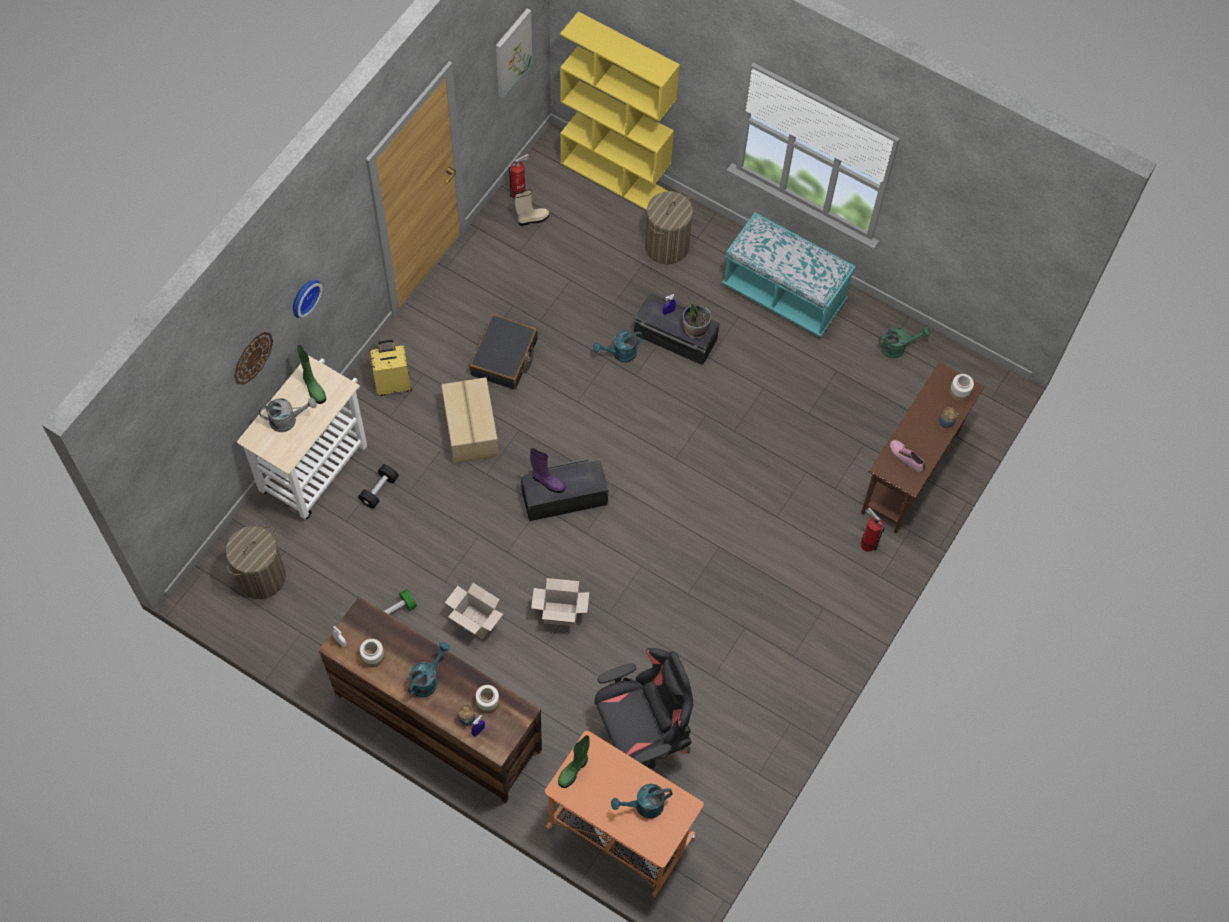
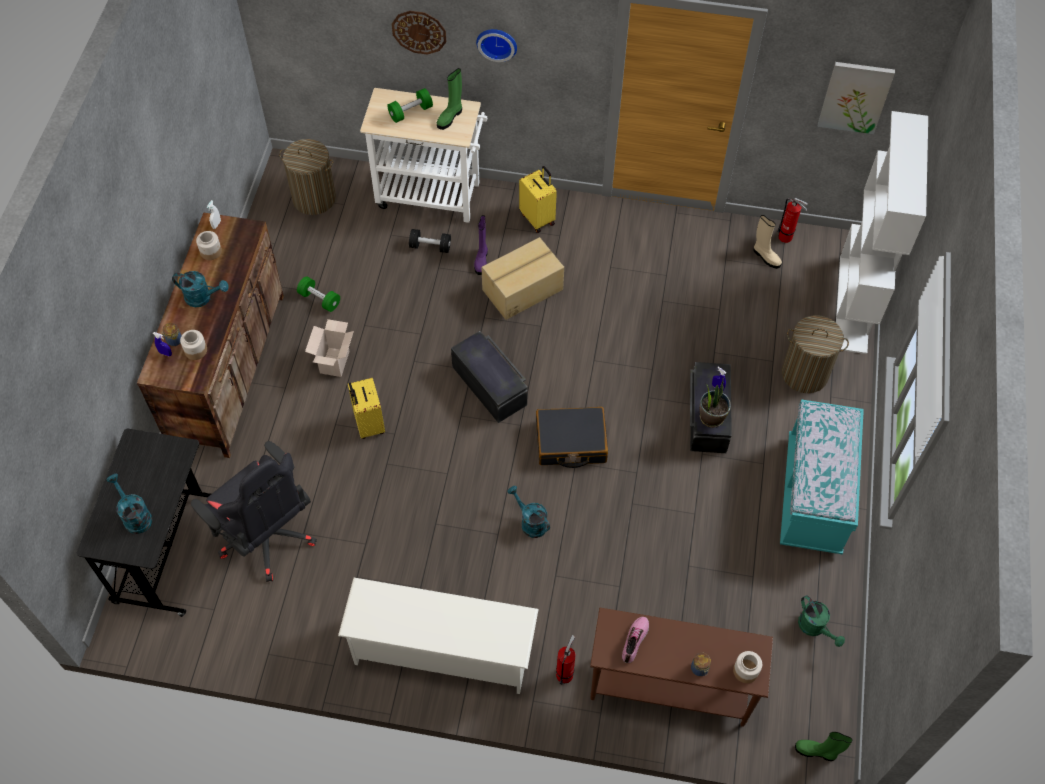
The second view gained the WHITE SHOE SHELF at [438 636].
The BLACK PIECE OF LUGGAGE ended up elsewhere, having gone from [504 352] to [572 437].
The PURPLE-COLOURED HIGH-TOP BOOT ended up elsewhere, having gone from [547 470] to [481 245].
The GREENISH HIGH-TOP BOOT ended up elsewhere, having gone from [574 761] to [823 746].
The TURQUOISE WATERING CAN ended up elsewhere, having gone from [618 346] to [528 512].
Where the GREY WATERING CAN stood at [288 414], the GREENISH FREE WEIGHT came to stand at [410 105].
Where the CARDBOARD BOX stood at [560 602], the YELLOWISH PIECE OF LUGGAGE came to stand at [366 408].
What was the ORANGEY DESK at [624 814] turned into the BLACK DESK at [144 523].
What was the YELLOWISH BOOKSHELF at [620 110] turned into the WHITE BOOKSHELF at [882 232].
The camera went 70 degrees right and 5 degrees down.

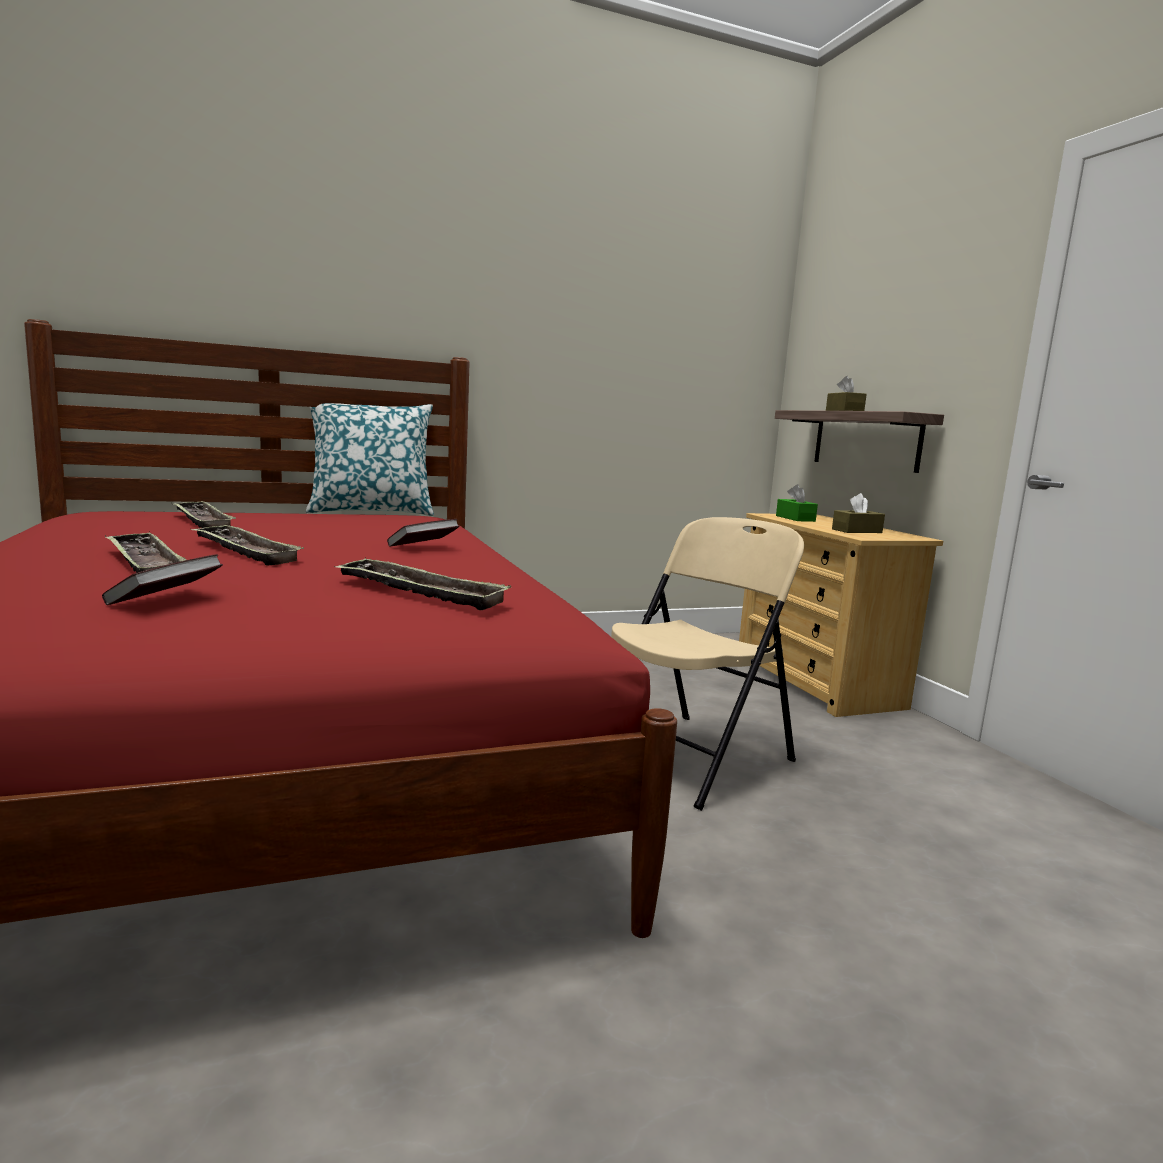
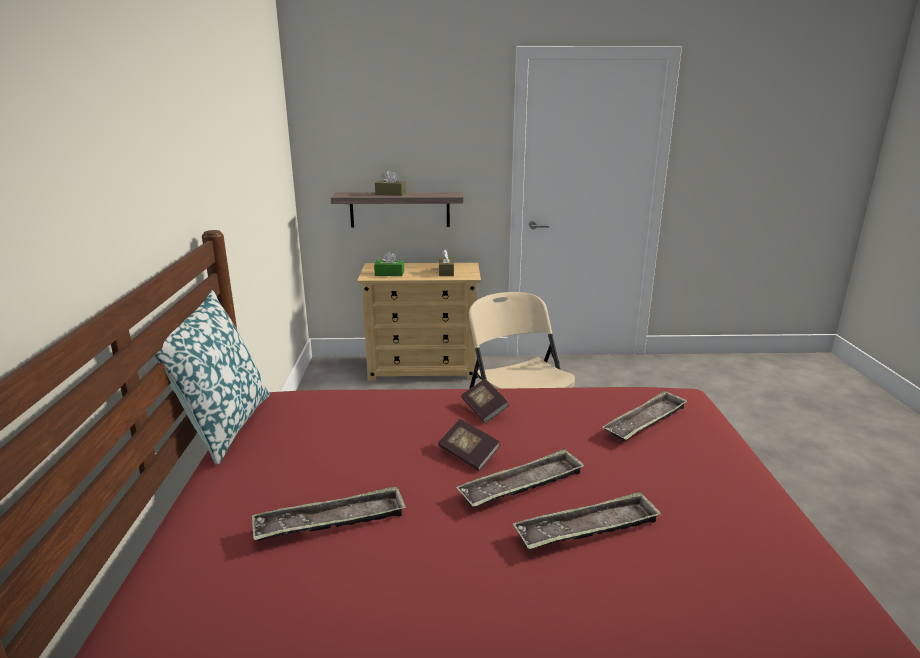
The VOLUME ended up elsewhere, having gone from [162 579] to [469 445].
The camera went 70 degrees left and 10 degrees up.

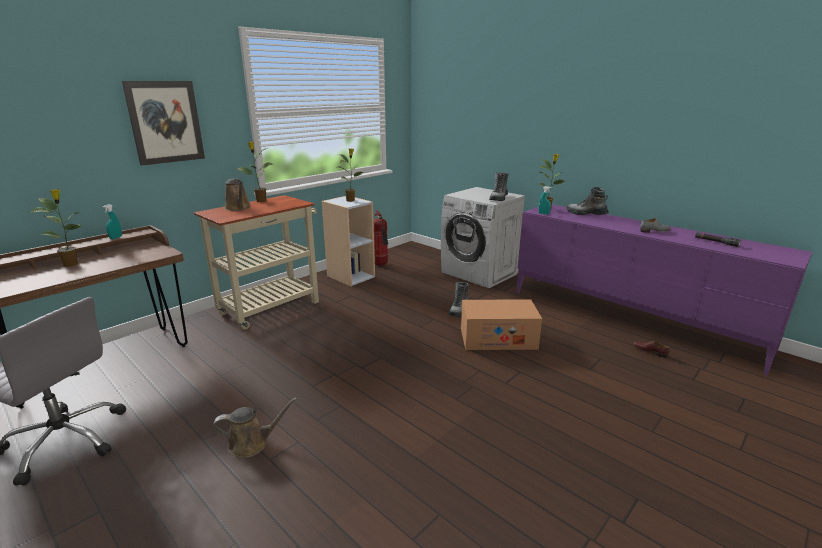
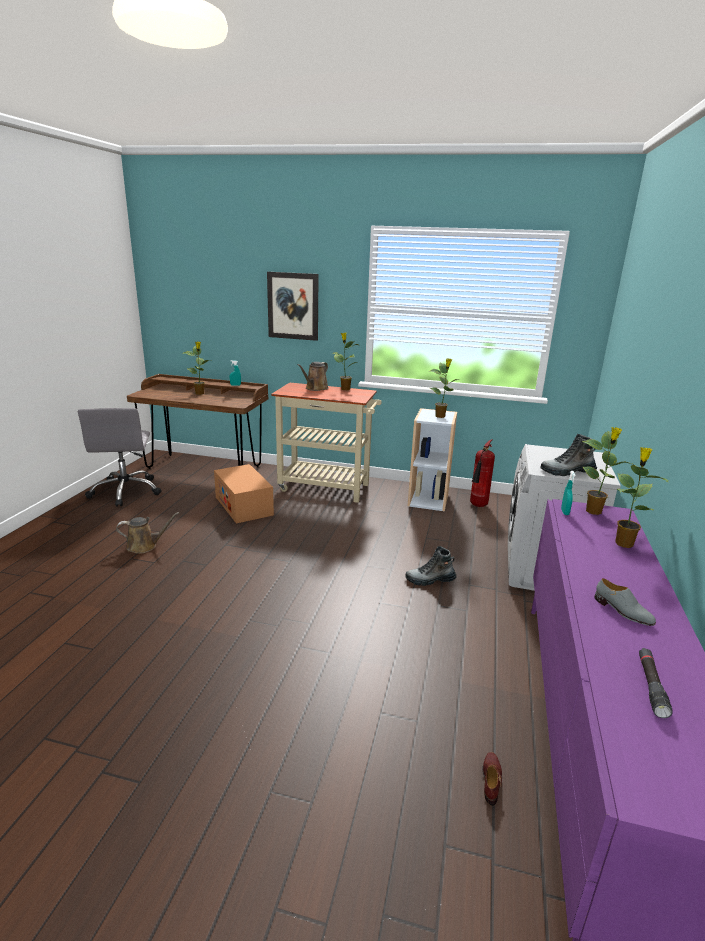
The CARDBOARD BOX ended up elsewhere, having gone from [501 324] to [244 494].
Where the HIGH-TOP BOOT stood at [587 201], the HOUSEPLANT came to stand at [642 497].
The BROWN-COLOURED WATERING CAN at [255 428] ended up facing another way, 60 degrees counterclockwise from before.
The camera went 60 degrees right and 0 degrees up.

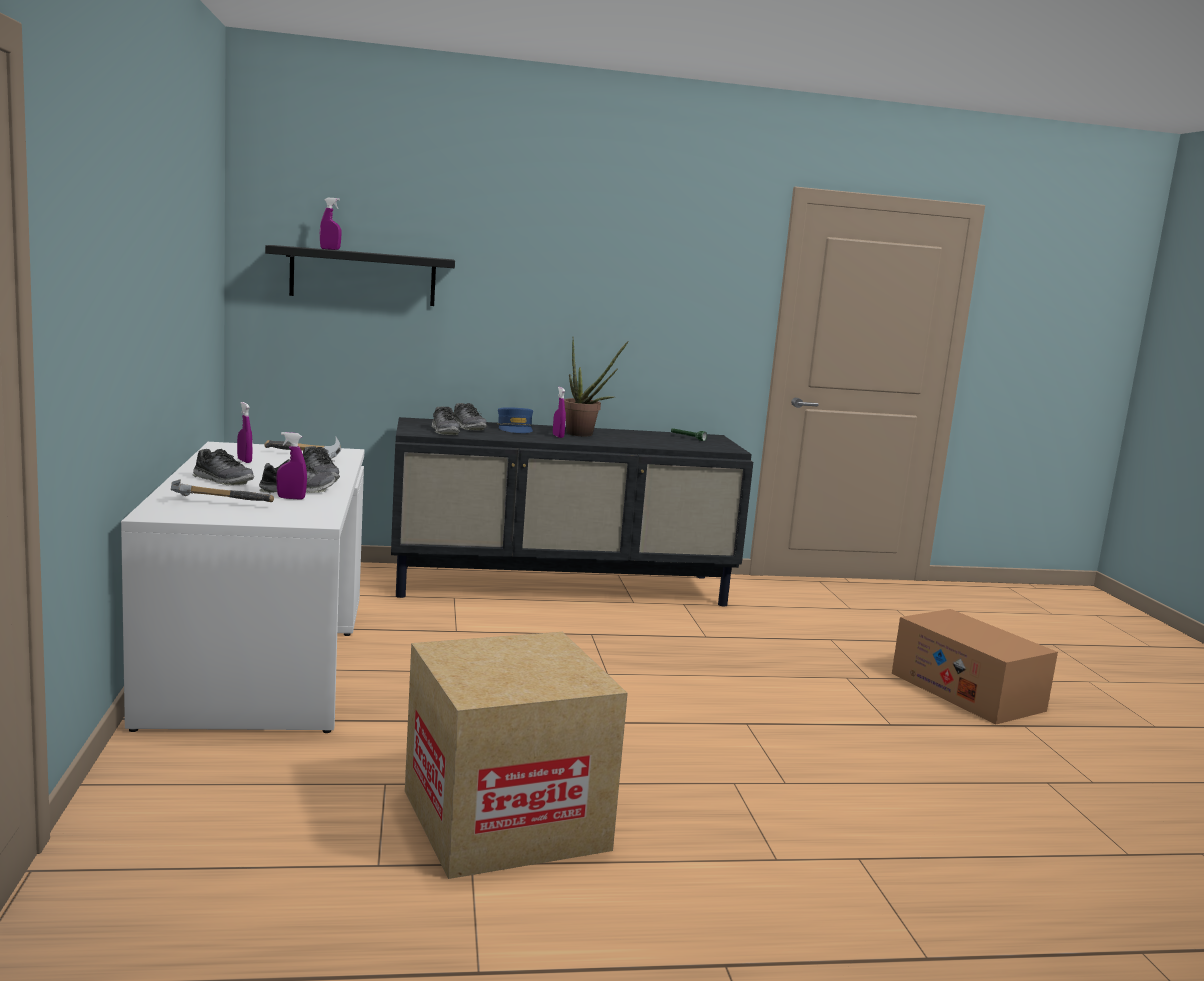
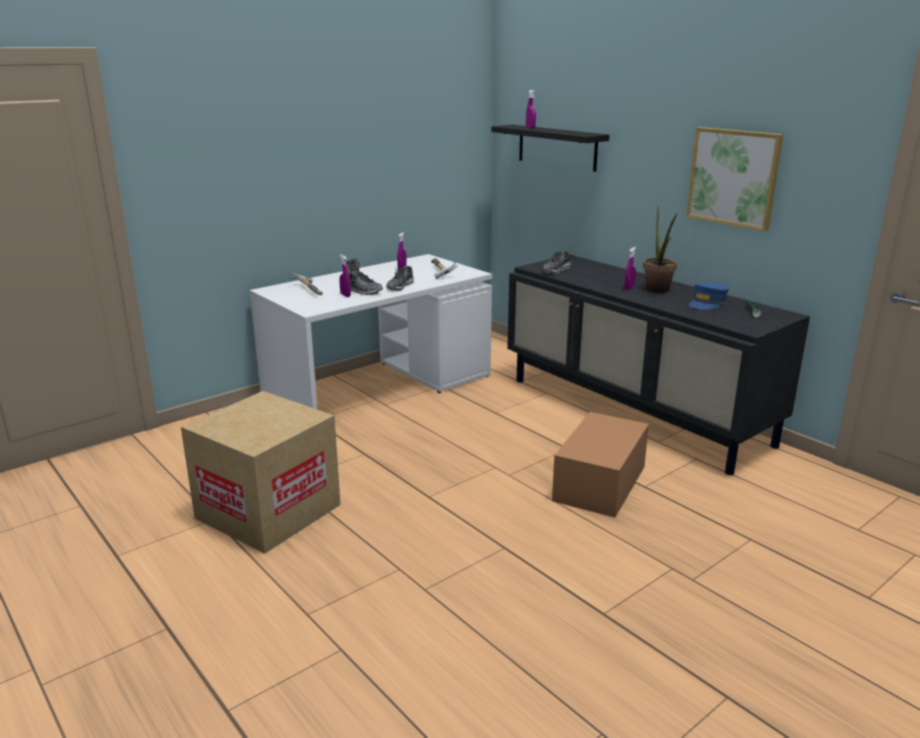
The second view lost the SHOE at [470 417].
The second view gained the PICTURE at [734 179].
The BLUE PEAKED CAP ended up elsewhere, having gone from [515 420] to [709 296].
The CARDBOARD BOX ended up elsewhere, having gone from [975 667] to [600 465].
The camera went 60 degrees right and 10 degrees up.

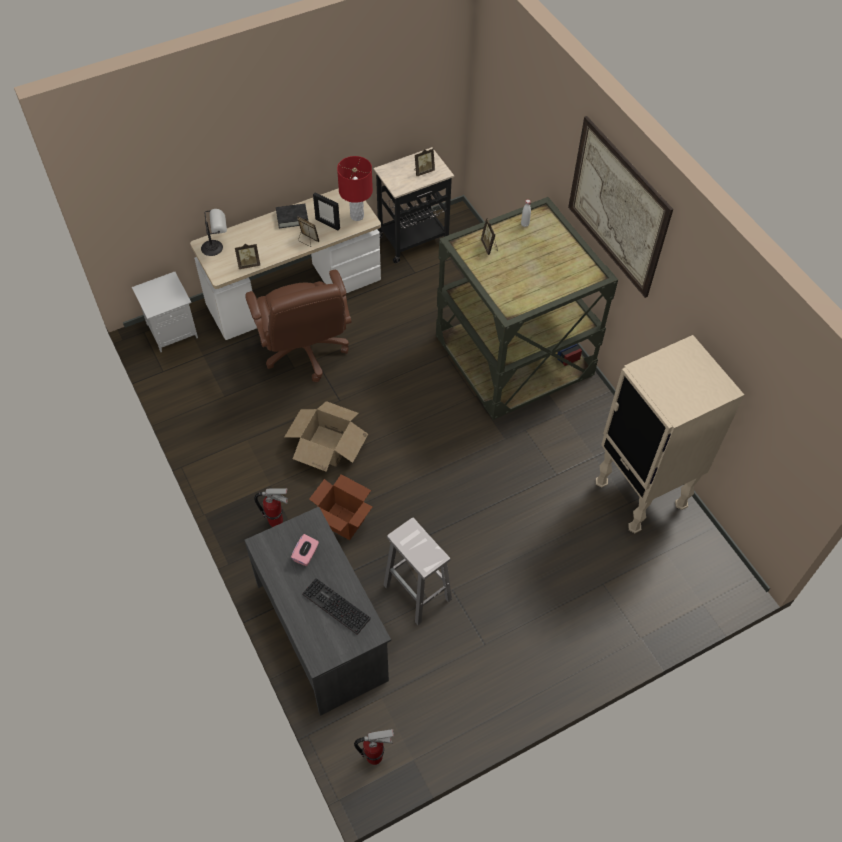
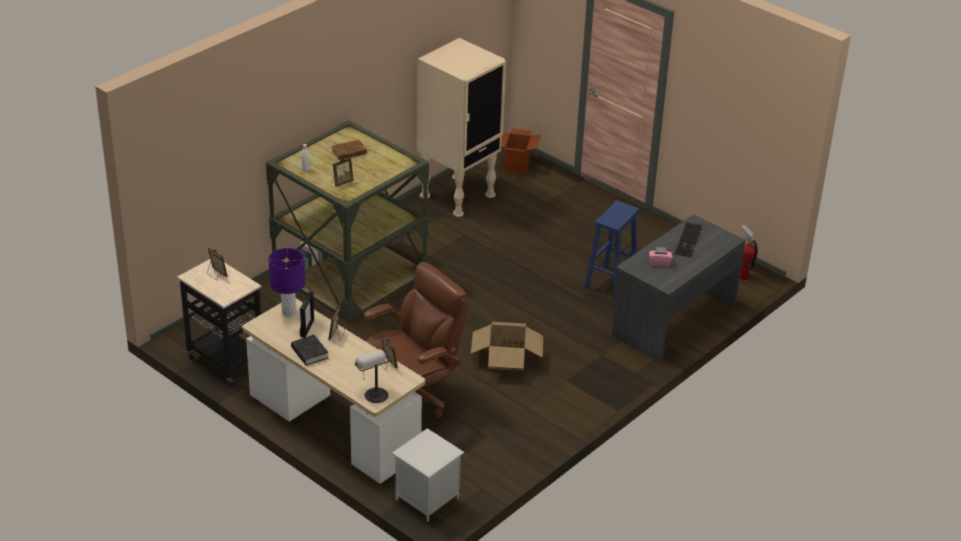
The second view lost the FIRE-FIGHTING CYLINDER at [271 507].
The second view lost the PICTURE at [620 207].
The second view gained the BROWN-COLOURED VOLUME at [351 150].
The CARDBOARD BOX ended up elsewhere, having gone from [341 507] to [521 151].
What was the RED-COLOURED TABLE LAMP at [355 188] turned into the PURPLE-COLOURED TABLE LAMP at [286 282].
What was the WHITE STOOL SEAT at [418 571] turned into the BLUE STOOL SEAT at [611 249].
The camera went 110 degrees left and 20 degrees down.

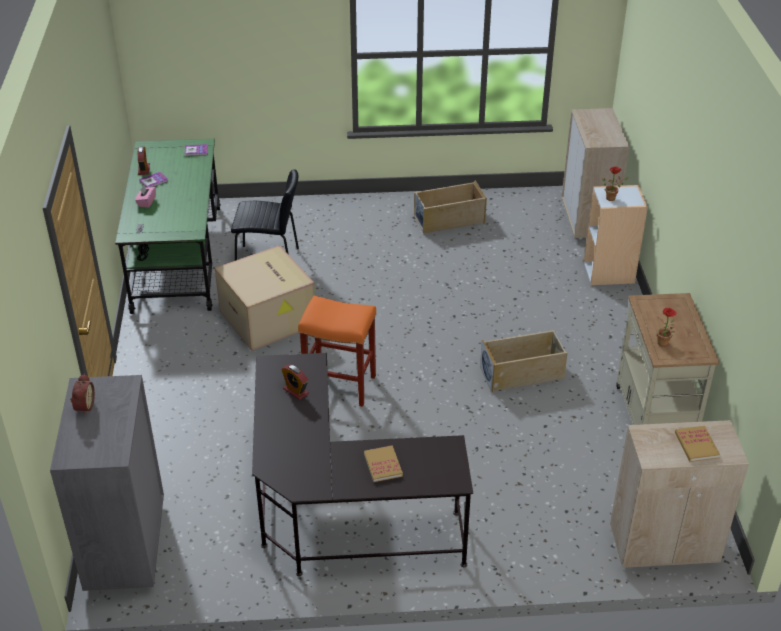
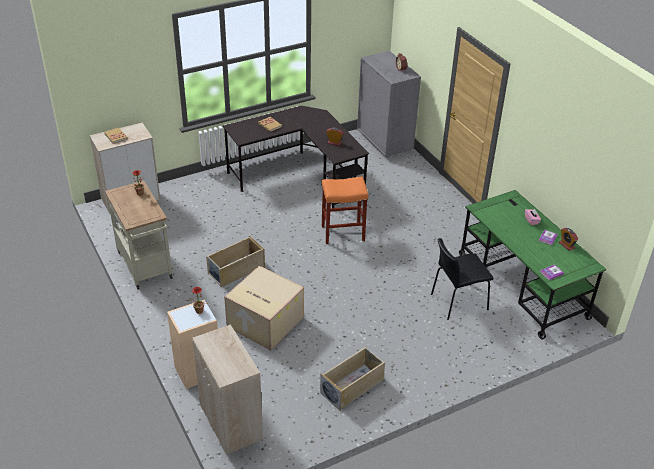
The CARDBOARD BOX ended up elsewhere, having gone from [265 298] to [264 308].
The camera went 155 degrees right and 0 degrees up.

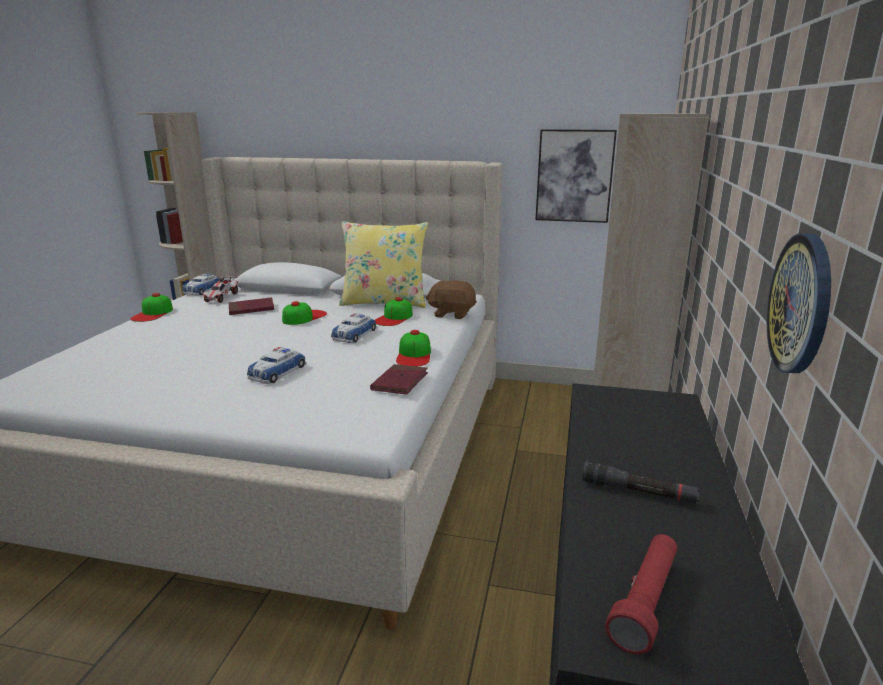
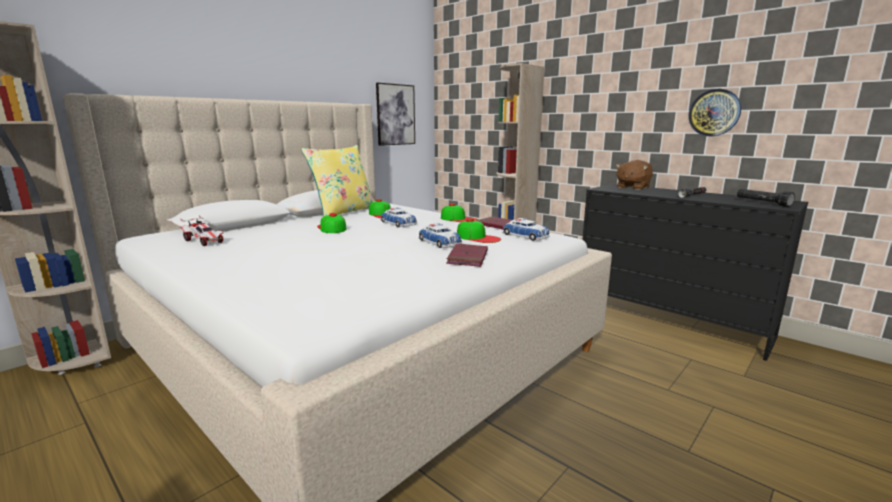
The PEAKED CAP ended up elsewhere, having gone from [151 307] to [479 230].
The TOY CAR ended up elsewhere, having gone from [201 284] to [526 229].
The RED-COLOURED VOLUME ended up elsewhere, having gone from [251 306] to [467 255].
The BROWN-COLOURED SOFT TOY ended up elsewhere, having gone from [451 299] to [634 175].
What was the RED-COLOURED FLASHLIGHT at [641 594] turned into the BLACK FLASHLIGHT at [766 198].
The camera went 60 degrees left and 5 degrees down.

